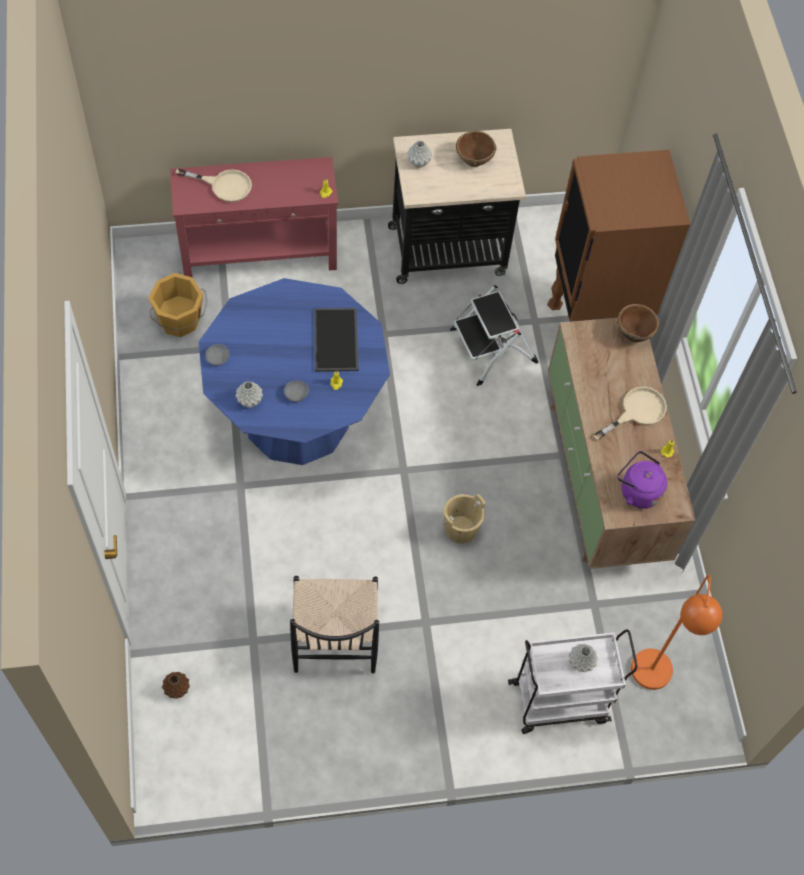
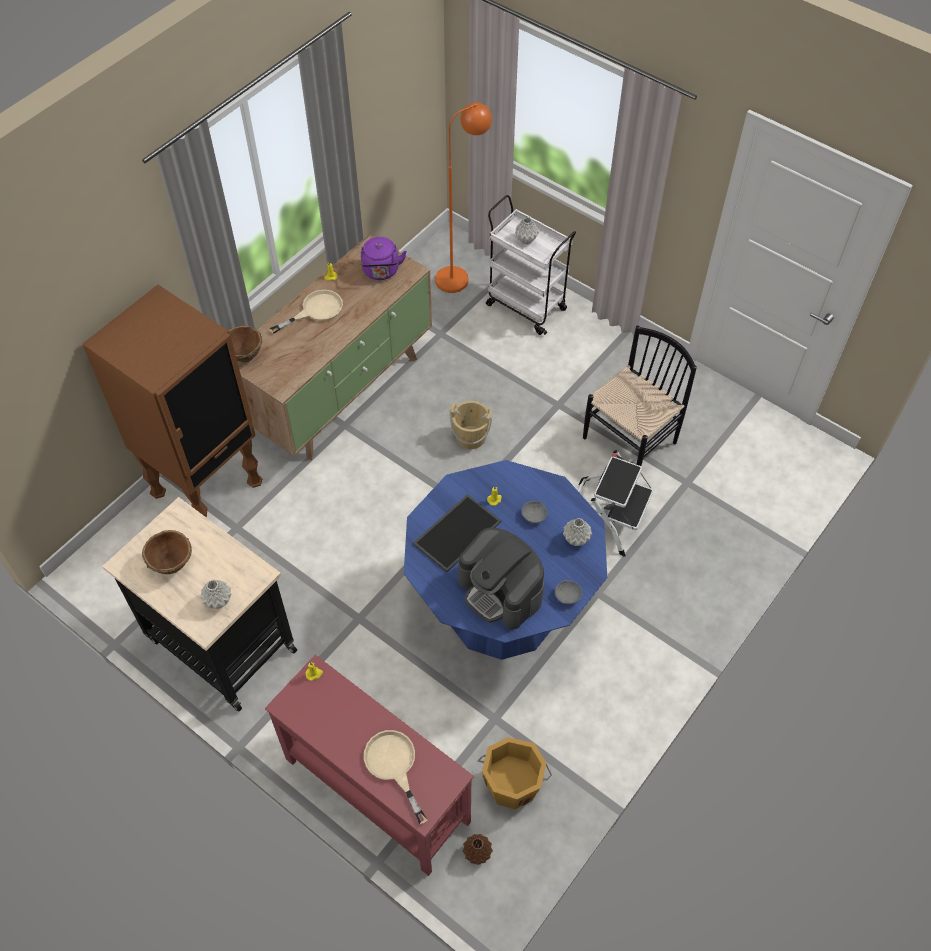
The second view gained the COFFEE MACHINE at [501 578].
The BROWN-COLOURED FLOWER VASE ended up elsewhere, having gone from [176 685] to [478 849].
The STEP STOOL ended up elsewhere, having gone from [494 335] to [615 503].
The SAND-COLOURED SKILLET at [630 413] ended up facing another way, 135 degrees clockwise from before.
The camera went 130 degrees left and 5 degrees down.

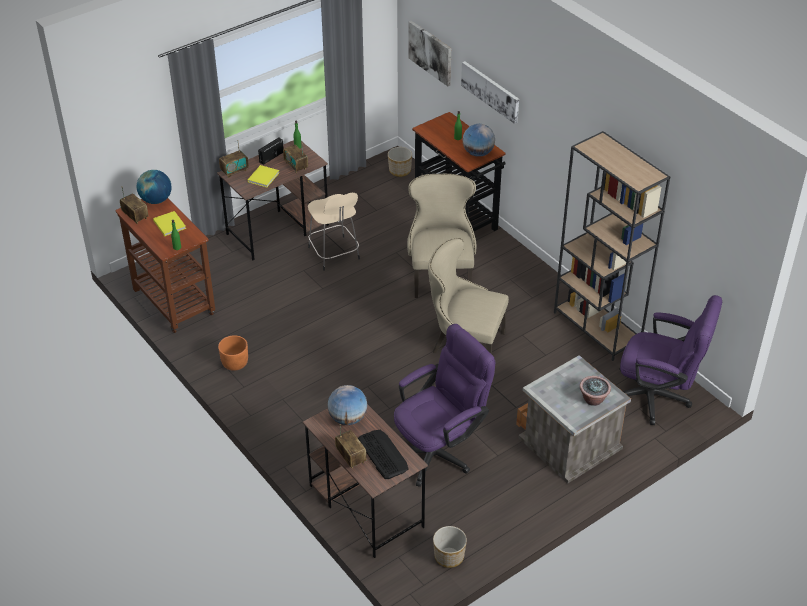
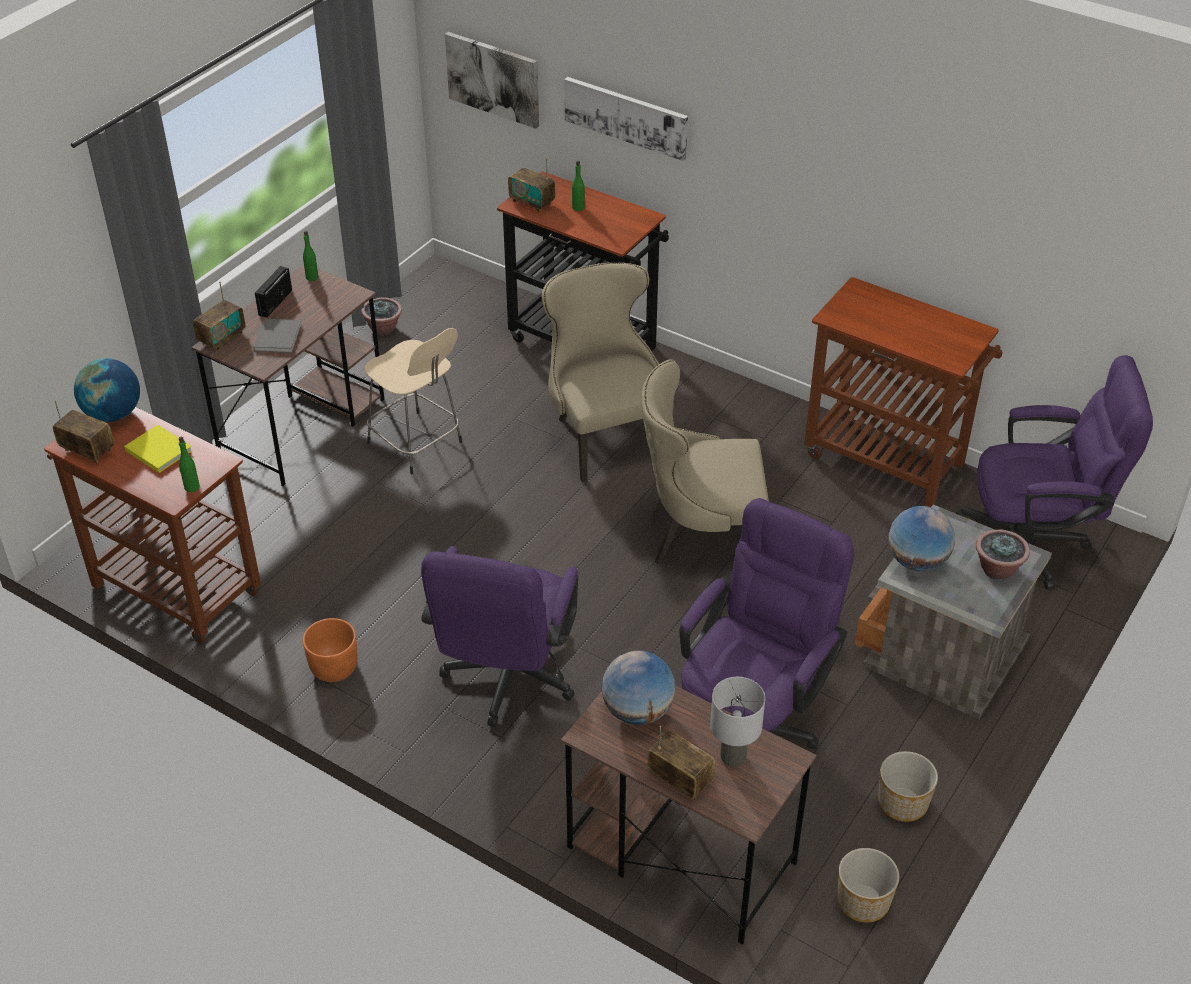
The second view gained the HOUSEPLANT at [381 316].
The second view gained the PURPLE-COLOURED COMPUTER CHAIR at [500 636].
The RADIO ended up elsewhere, having gone from [295 159] to [531 185].
The PLANTER ended up elsewhere, having gone from [400 162] to [908 786].
The GLOBE ended up elsewhere, having gone from [478 140] to [922 539].
Where the COMPUTER KEYBOARD stood at [383 454], the WHITE TABLE LAMP came to stand at [737 722].
Where the BOOKSHELF stood at [612 246], the BROWN-COLOURED WHEELED CART came to stand at [903 392].
What was the YELLOWISH VOLUME at [263 176] turned into the GREY VOLUME at [277 336].
The camera went 20 degrees left and 0 degrees up.

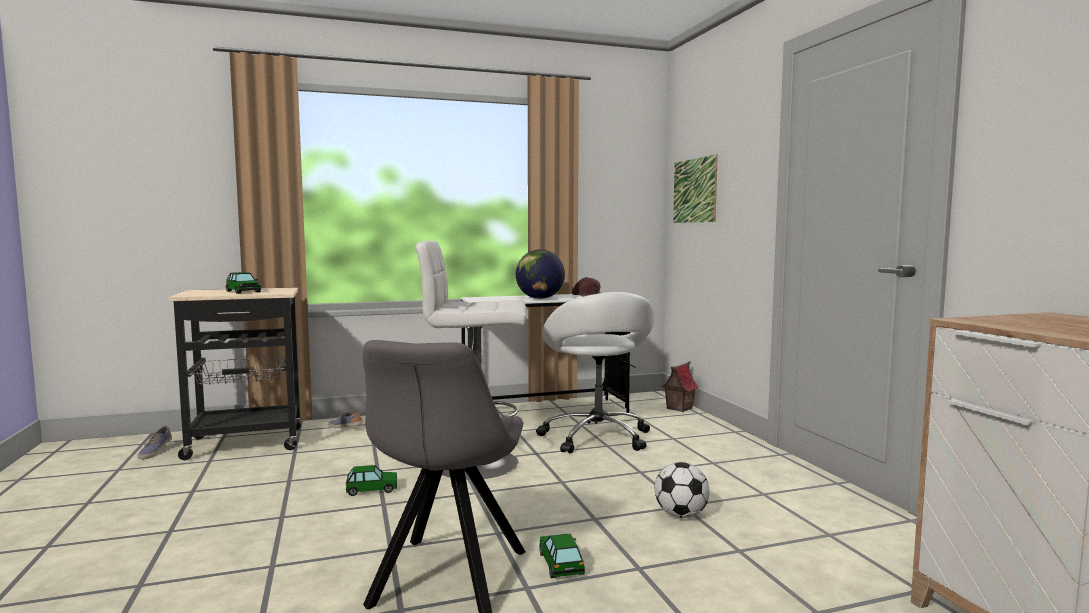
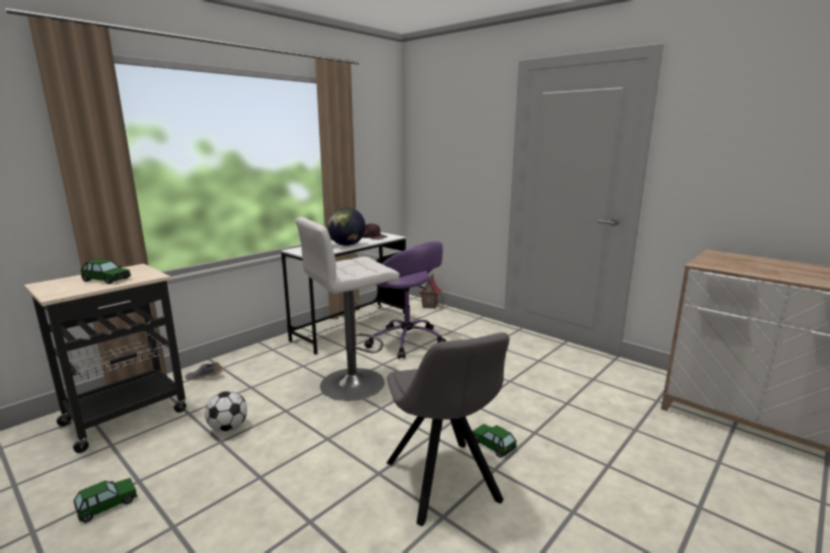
The second view lost the SHOE at [154 442].
The second view lost the PICTURE at [695 188].
The TOY CAR ended up elsewhere, having gone from [371 480] to [105 500].
The BALL FOR FOOTBALL ended up elsewhere, having gone from [682 490] to [226 411].
What was the WHITE COMPUTER CHAIR at [595 372] turned into the PURPLE-COLOURED COMPUTER CHAIR at [405 300].
The camera went 30 degrees left and 10 degrees up.

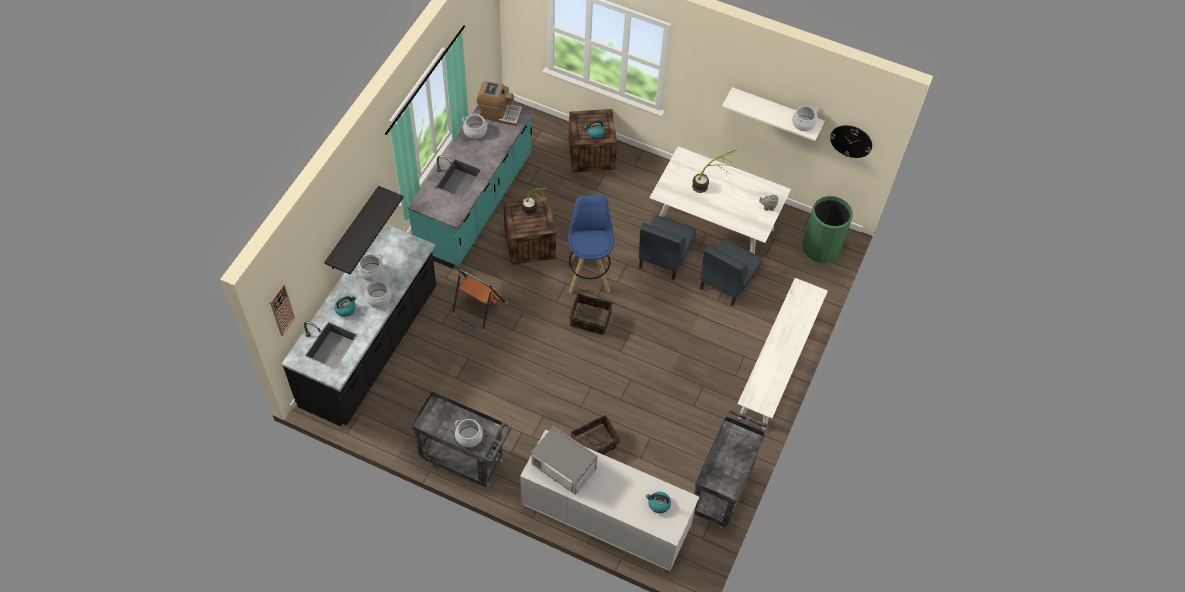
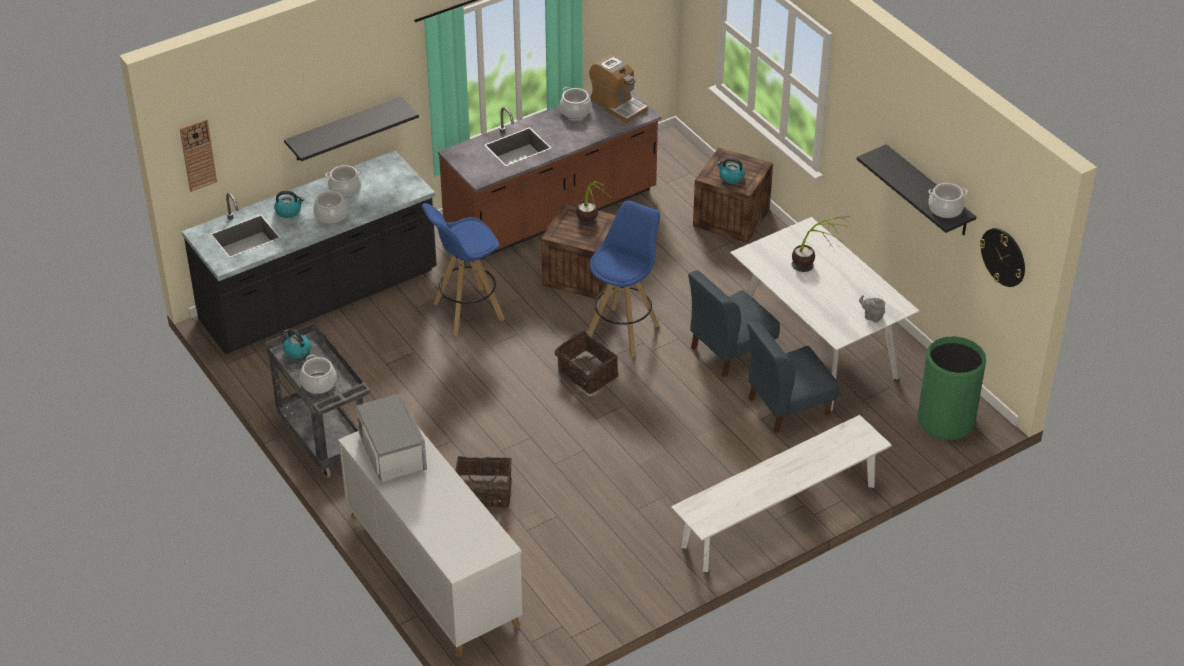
The second view lost the GREY WHEELED CART at [731 468].
The WATER KETTLE ended up elsewhere, having gone from [658 502] to [297 344].
Where the ORANGEY STEP STOOL stood at [480 300], the BLUE STOOL SEAT came to stand at [463 269].
What was the TURQUOISE KITCHEN BASE UNIT at [471 185] turned into the BROWN-COLOURED KITCHEN BASE UNIT at [550 175].
What was the WHITE BRACKET SHELF at [773 114] turned into the BLACK BRACKET SHELF at [916 189].
The camera went 35 degrees right and 15 degrees down.

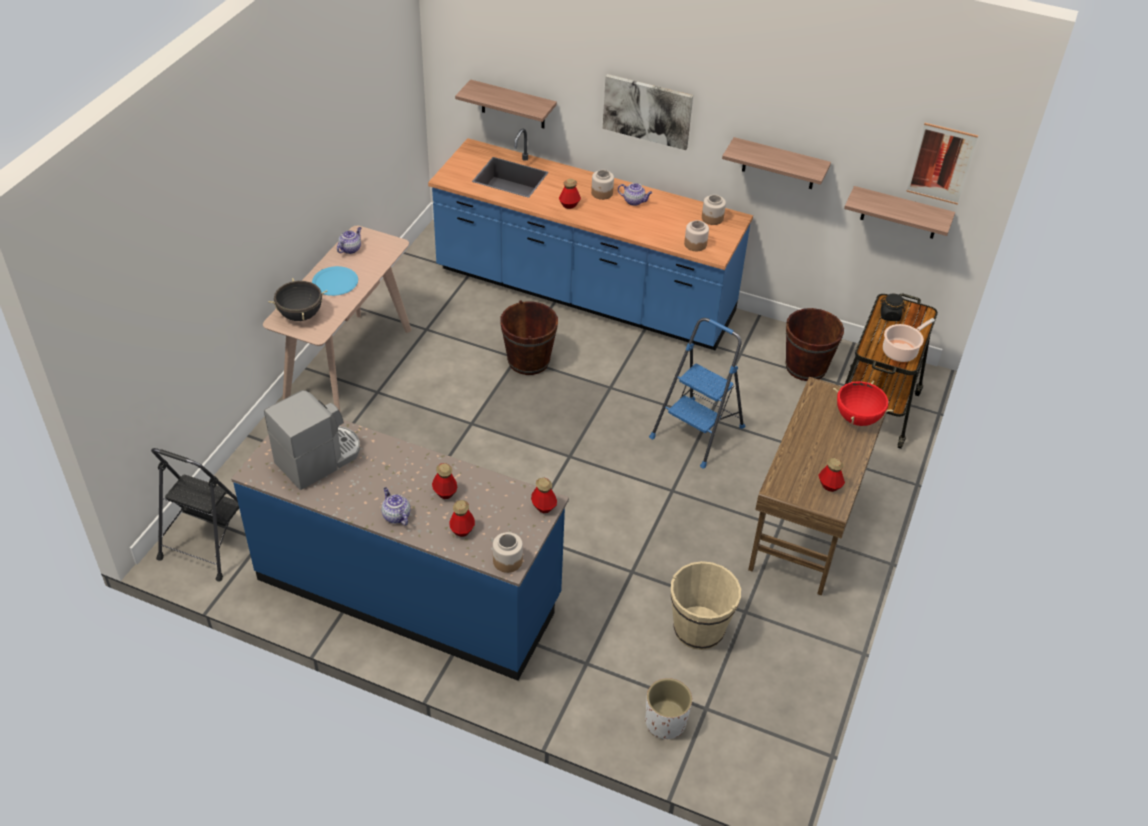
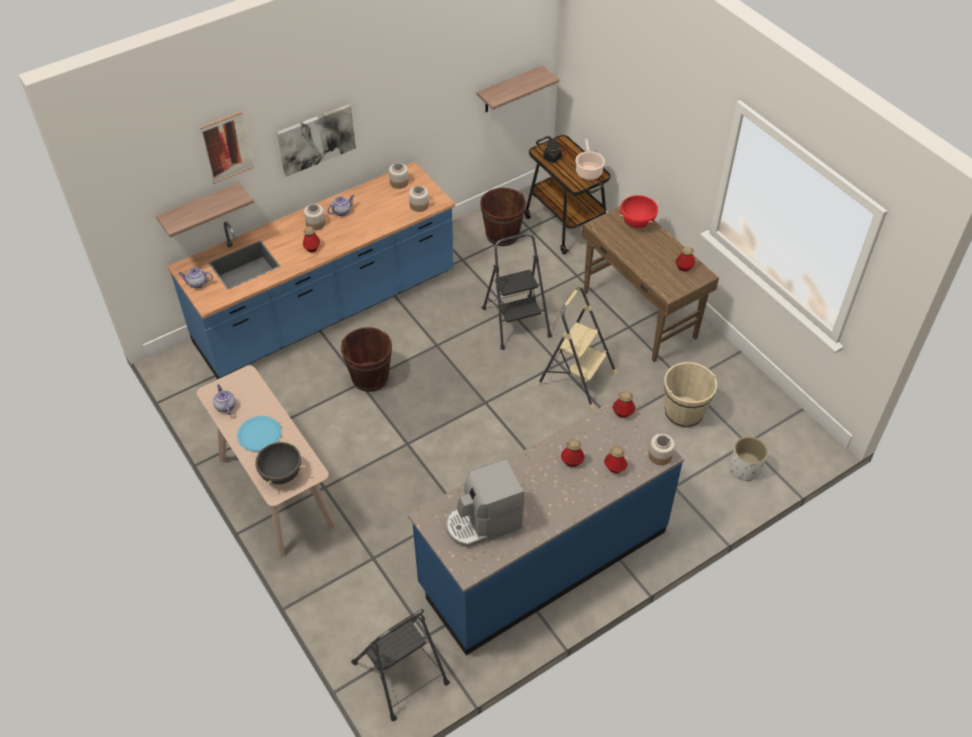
The second view lost the BRACKET SHELF at [776 163].
The second view gained the SAND-COLOURED STEP STOOL at [577 348].
The TEAPOT ended up elsewhere, having gone from [396 506] to [195 278].
The PICTURE ended up elsewhere, having gone from [942 164] to [226 147].
What was the BLUE STEP STOOL at [697 393] turned into the BLACK STEP STOOL at [517 291].
The COFFEE MACHINE at [312 440] ended up facing another way, 105 degrees counterclockwise from before.
The camera went 55 degrees left and 5 degrees up.

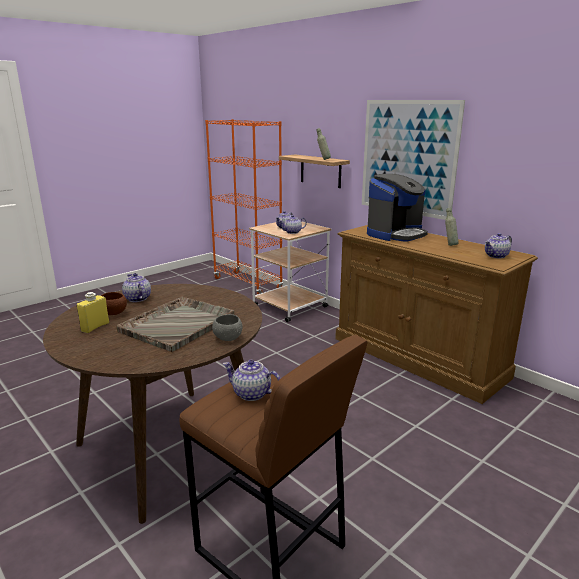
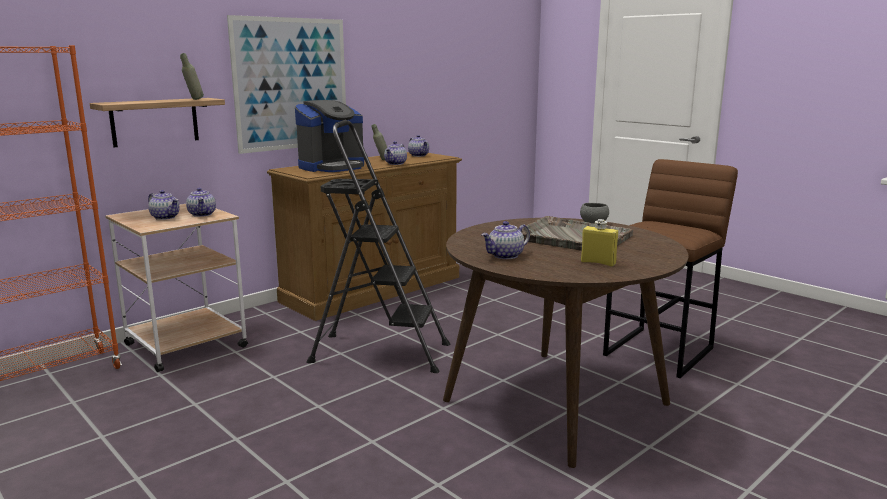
The second view lost the BROWN-COLOURED DEEP DISH at [114 303].
The second view gained the STEP STOOL at [378 246].
The TEAPOT ended up elsewhere, having gone from [252 380] to [395 153].
The COFFEE MACHINE at [397 208] ended up facing another way, 90 degrees clockwise from before.
The camera went 90 degrees left and 5 degrees down.

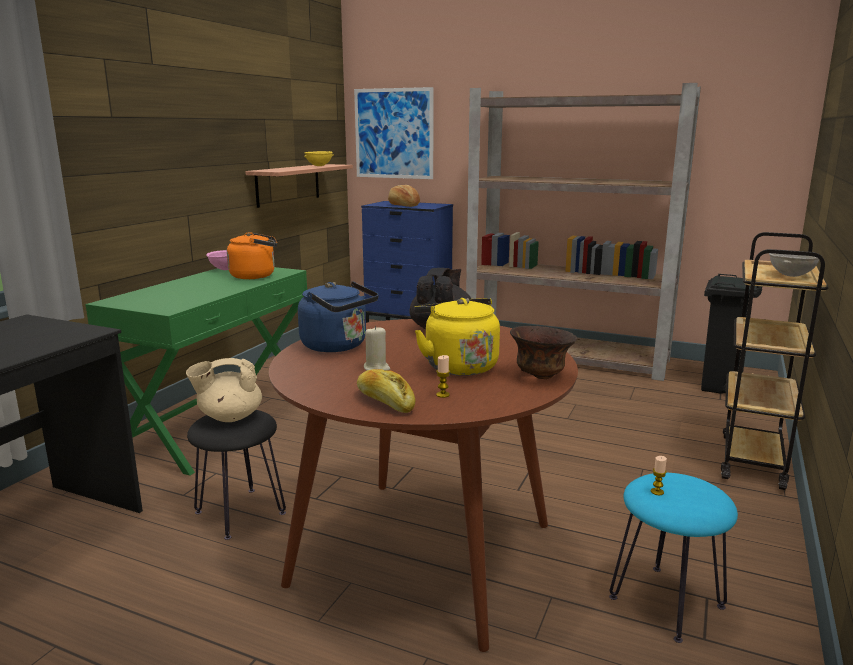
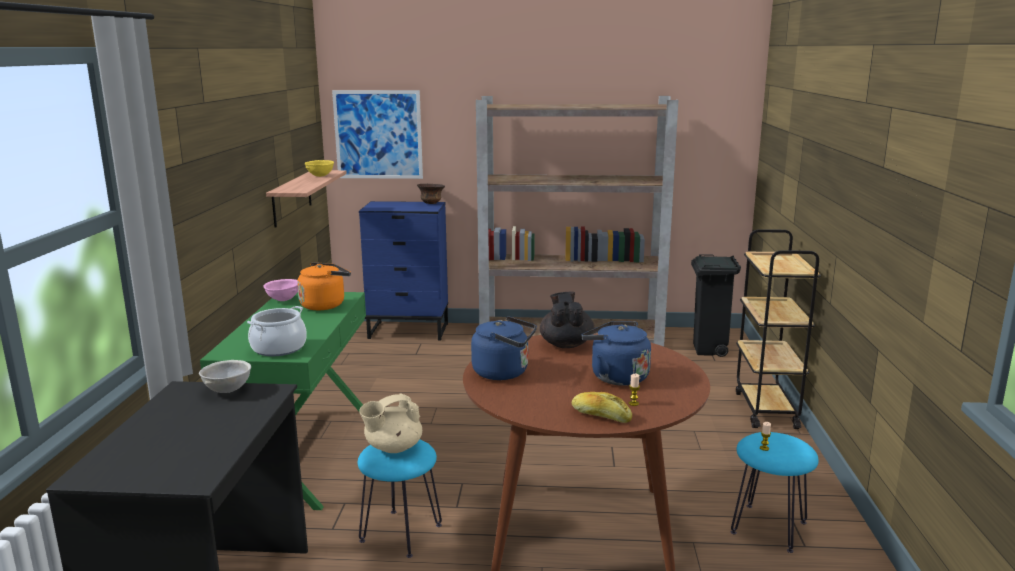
The second view lost the SAND-COLOURED WAX CANDLE at [377 348].
The second view lost the BAKED BREAD at [404 196].
The second view gained the SAUCEPOT at [277 331].
The BROWN-COLOURED DEEP DISH ended up elsewhere, having gone from [543 352] to [431 194].
The GREY DEEP DISH ended up elsewhere, having gone from [794 265] to [225 376].
What was the BLACK STOOL SEAT at [236 475] turned into the TURQUOISE STOOL SEAT at [400 498].
What was the YELLOWISH WATER KETTLE at [457 337] turned into the BLUE WATER KETTLE at [616 353].
The camera went 20 degrees left and 0 degrees up.

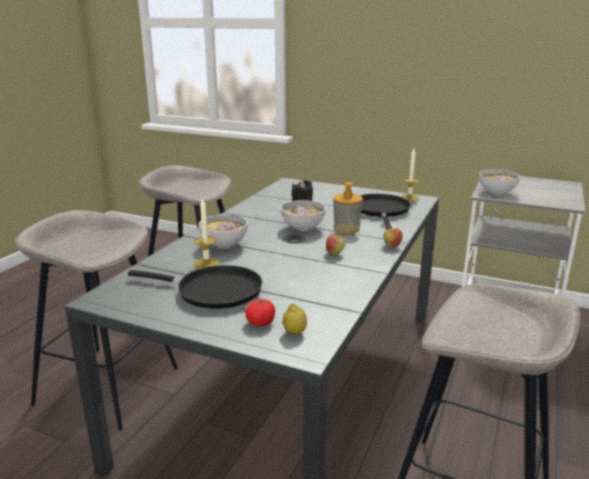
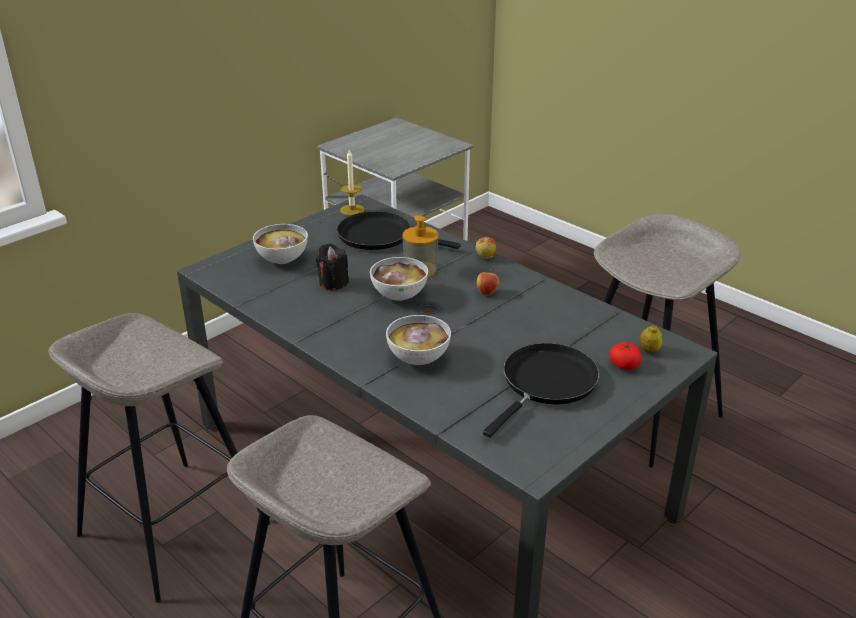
The second view lost the WAX CANDLE at [207 233].
The DEEP DISH ended up elsewhere, having gone from [499 182] to [280 244].
The camera went 70 degrees left and 10 degrees up.

